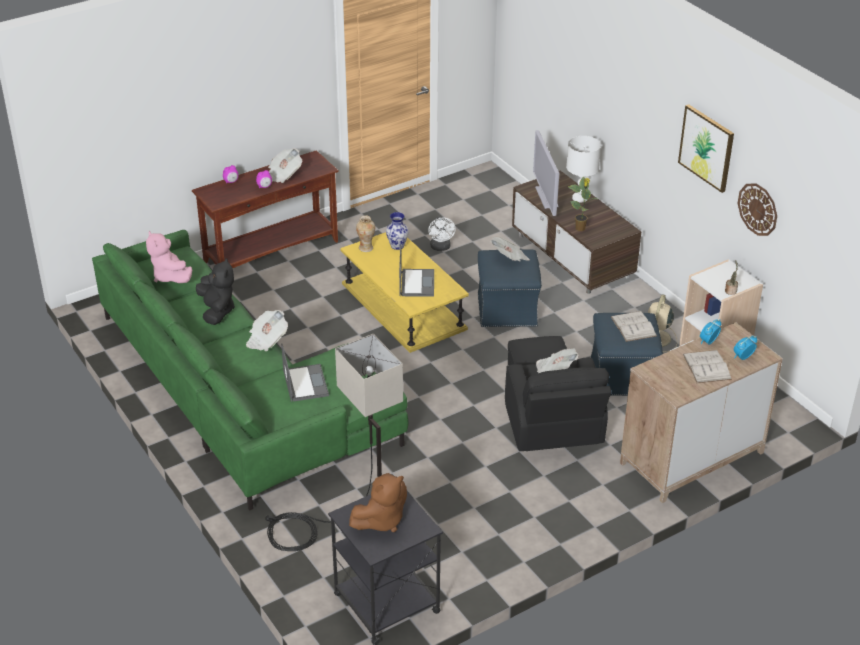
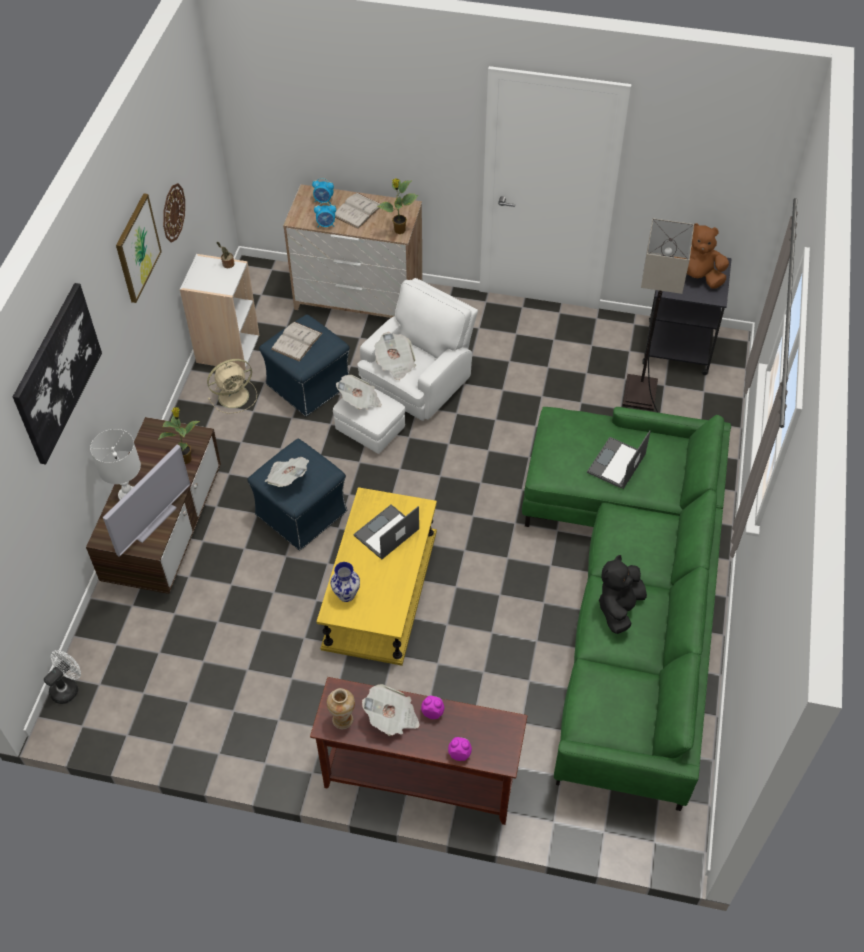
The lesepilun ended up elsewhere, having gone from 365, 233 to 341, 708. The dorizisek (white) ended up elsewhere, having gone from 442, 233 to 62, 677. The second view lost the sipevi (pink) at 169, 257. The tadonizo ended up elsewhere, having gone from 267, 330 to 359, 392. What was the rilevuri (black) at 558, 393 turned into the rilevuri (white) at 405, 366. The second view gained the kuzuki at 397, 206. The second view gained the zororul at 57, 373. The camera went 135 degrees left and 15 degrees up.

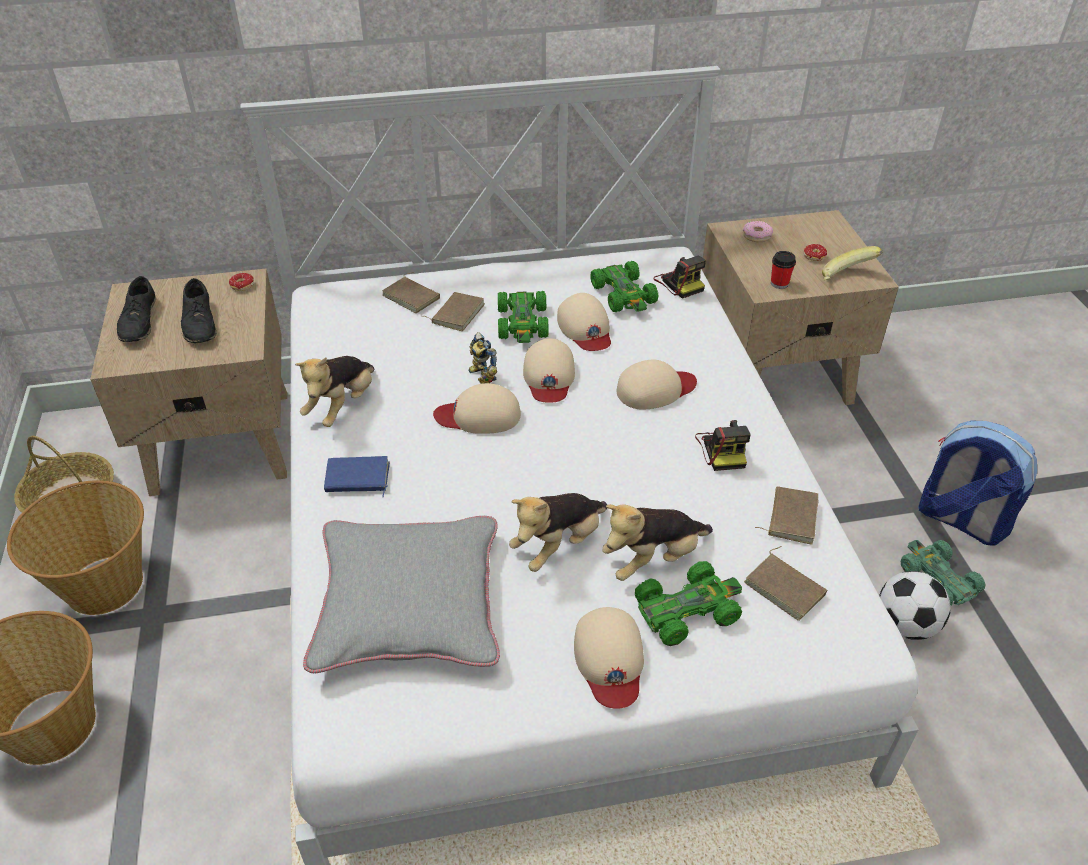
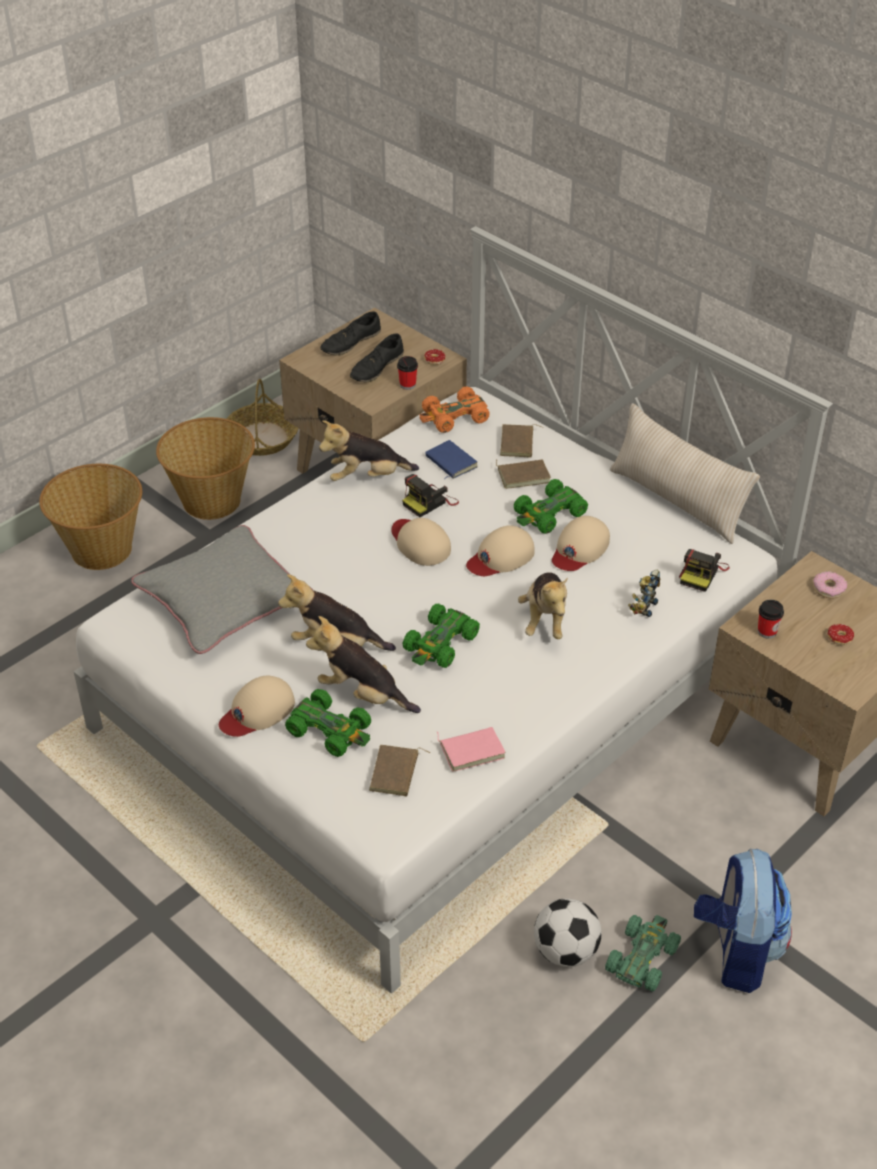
The second view lost the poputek at 852, 263. The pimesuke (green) ended up elsewhere, having gone from 624, 286 to 441, 636. The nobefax ended up elsewhere, having gone from 482, 358 to 644, 593. Where the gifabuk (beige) stood at 657, 385, the sipevi came to stand at 543, 605. The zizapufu ended up elsewhere, having gone from 723, 445 to 430, 495. The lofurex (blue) ended up elsewhere, having gone from 357, 476 to 451, 459. What was the lofurex (brown) at 787, 515 turned into the lofurex (pink) at 471, 749. The second view gained the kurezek at 407, 373. The second view gained the pimesuke (orange) at 454, 409. The second view gained the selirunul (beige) at 685, 473. The camera went 55 degrees right and 0 degrees up.

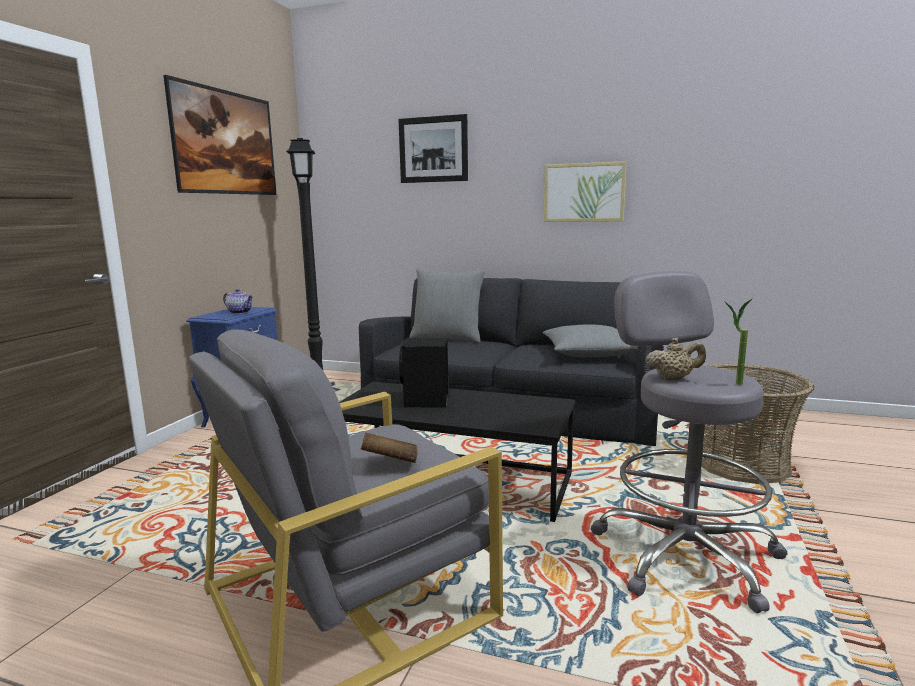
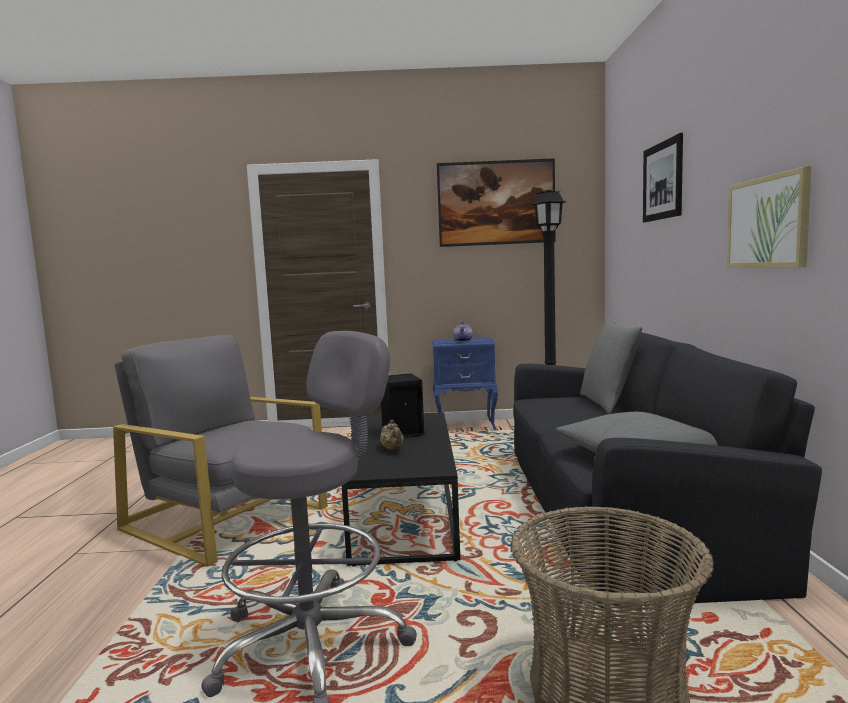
The second view lost the kuzuki at 738, 341. The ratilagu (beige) ended up elsewhere, having gone from 676, 359 to 392, 435. The second view lost the lofurex (brown) at 389, 448. The camera went 70 degrees right and 5 degrees down.

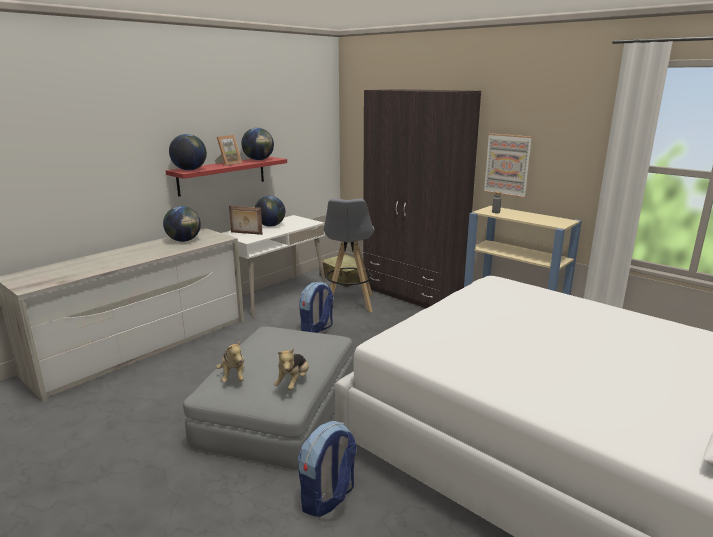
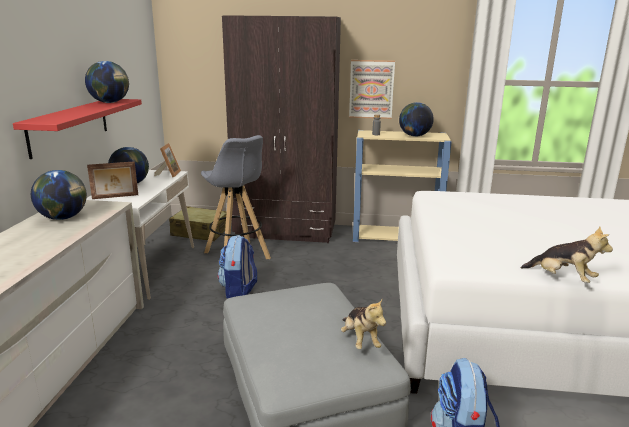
The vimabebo ended up elsewhere, having gone from 188, 152 to 416, 119. The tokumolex ended up elsewhere, having gone from 228, 150 to 167, 160. The sipevi ended up elsewhere, having gone from 230, 361 to 567, 254. The camera went 35 degrees left and 0 degrees up.

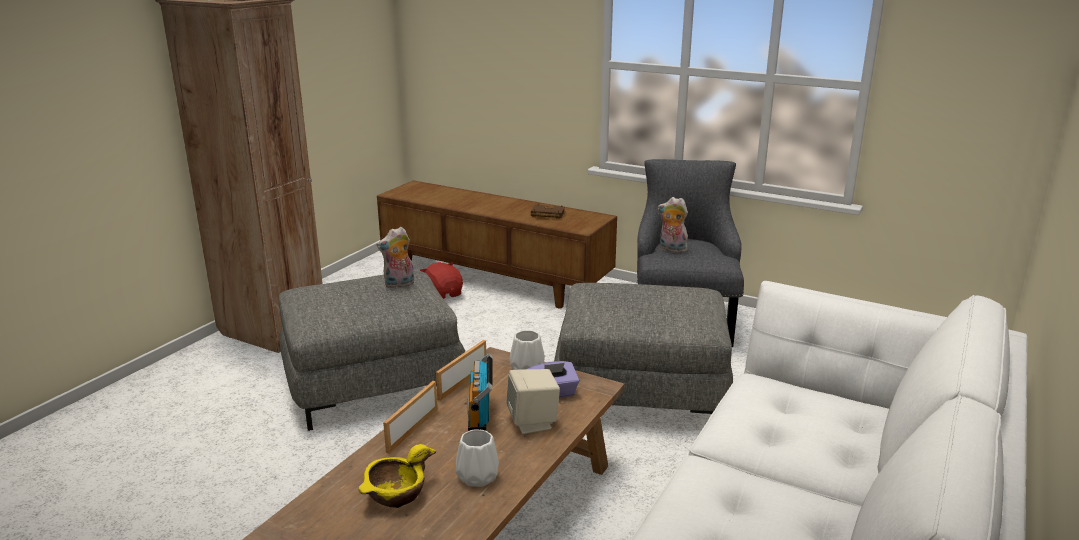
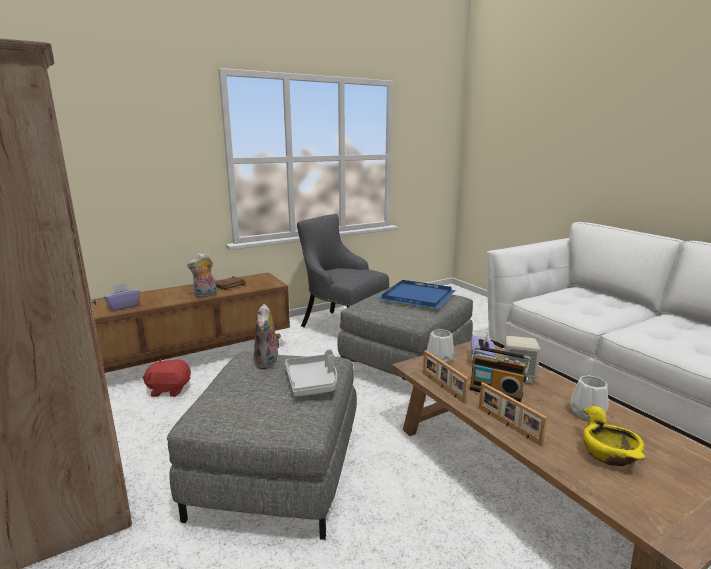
The sipevi ended up elsewhere, having gone from 673, 225 to 202, 274. The second view gained the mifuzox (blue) at 416, 295. The second view gained the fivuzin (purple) at 121, 297. The second view gained the mifuzox (grey) at 311, 373. The camera went 60 degrees left and 5 degrees down.

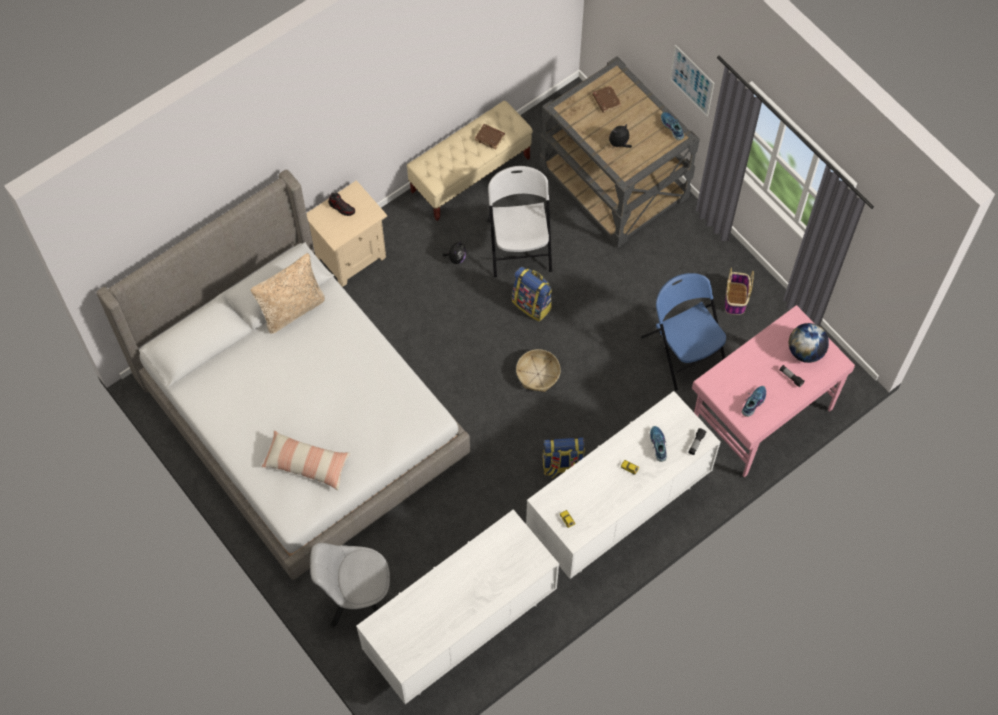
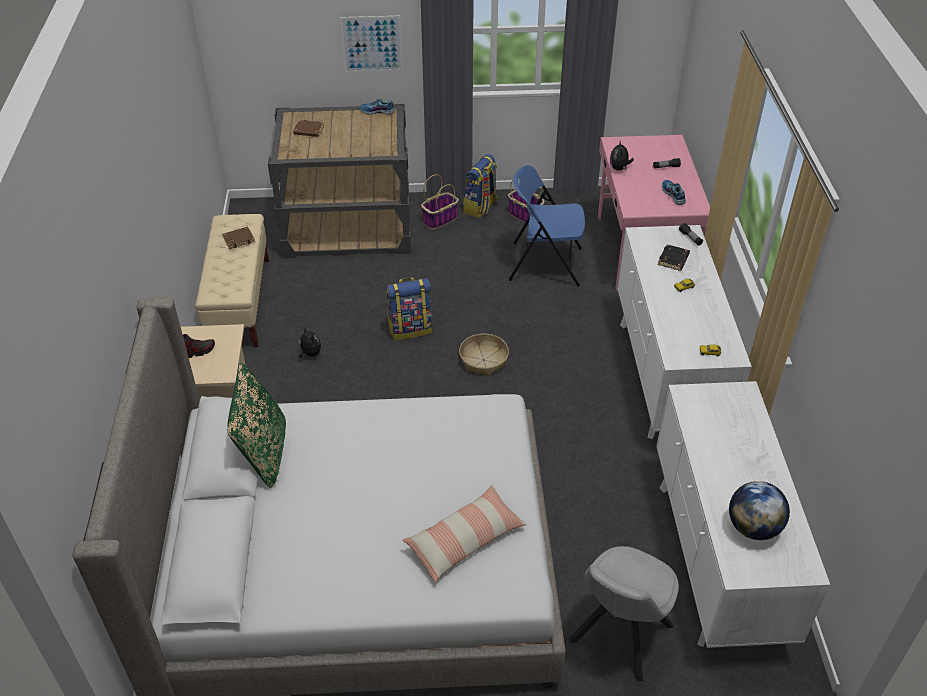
The sipevi ended up elsewhere, having gone from 620, 136 to 622, 156. The second view lost the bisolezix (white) at 519, 221. What was the selirunul (beige) at 288, 293 turned into the selirunul (green) at 256, 425. The vimabebo ended up elsewhere, having gone from 809, 343 to 759, 510. Where the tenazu stood at 658, 444, the lofurex (black) came to stand at 674, 257. The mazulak ended up elsewhere, having gone from 564, 457 to 480, 186. The second view gained the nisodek at 440, 202. The camera went 55 degrees left and 20 degrees down.

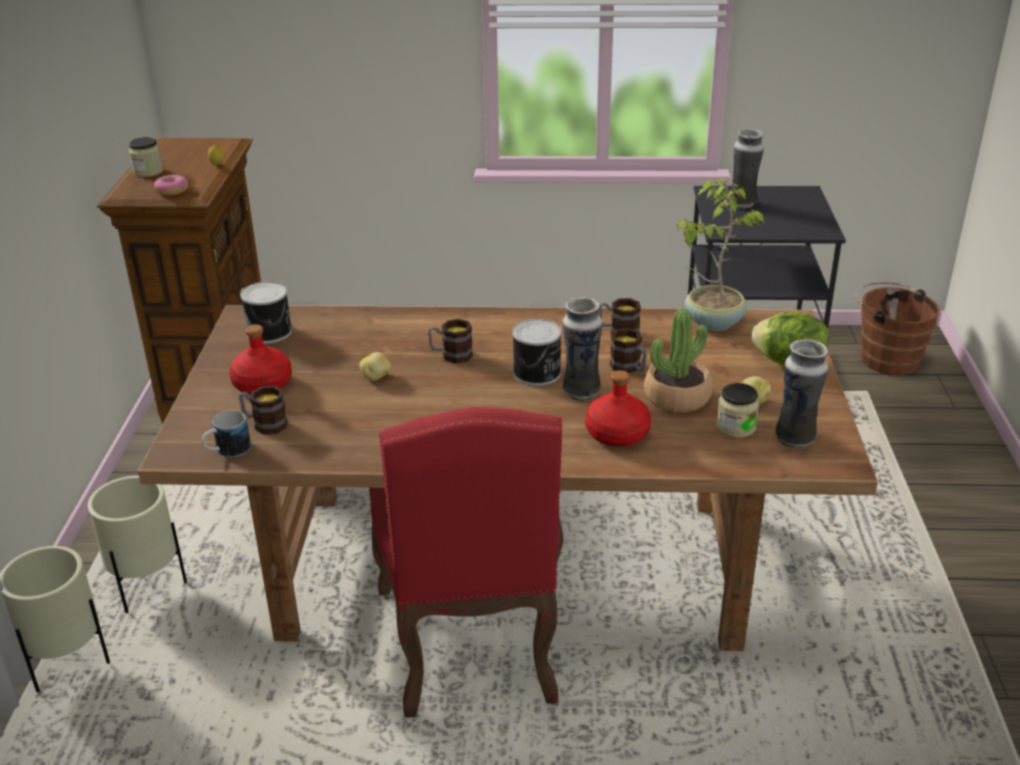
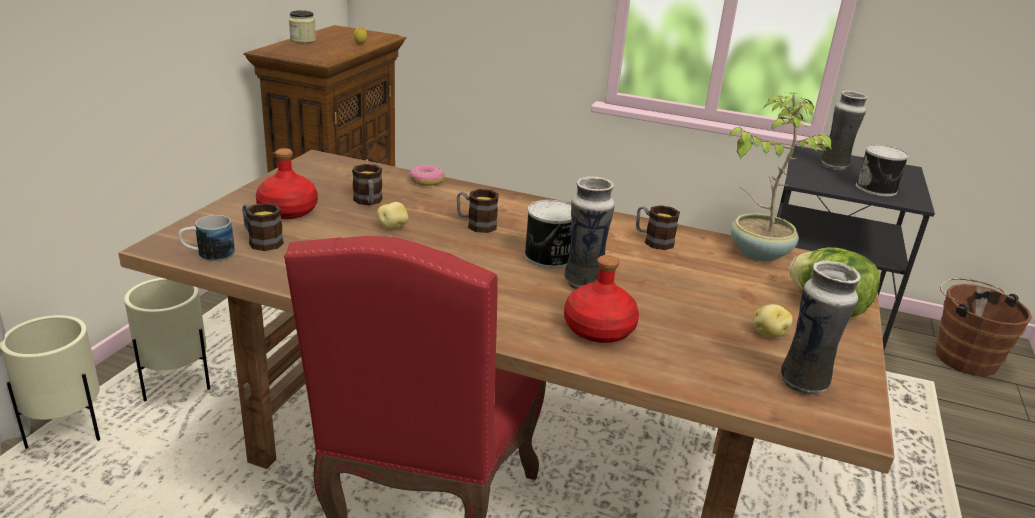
The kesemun ended up elsewhere, having gone from 171, 185 to 427, 175. The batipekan ended up elsewhere, having gone from 266, 312 to 882, 170. The second view lost the kuzuki at 678, 360. The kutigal ended up elsewhere, having gone from 628, 350 to 367, 184. The second view lost the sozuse at 737, 410. The camera went 15 degrees right and 5 degrees down.

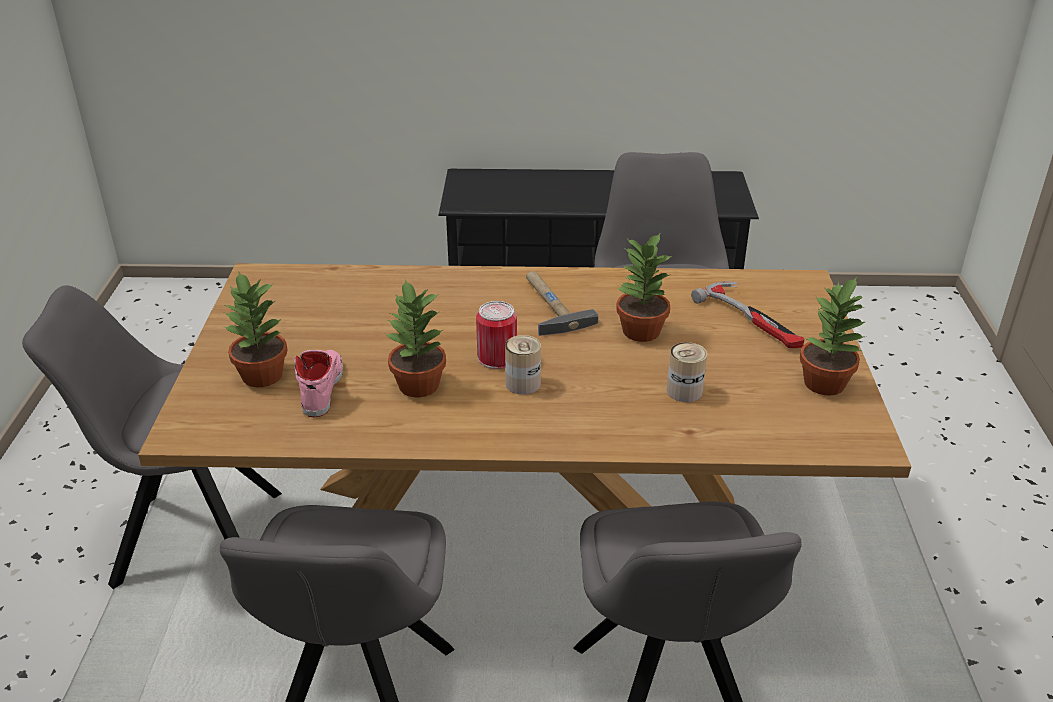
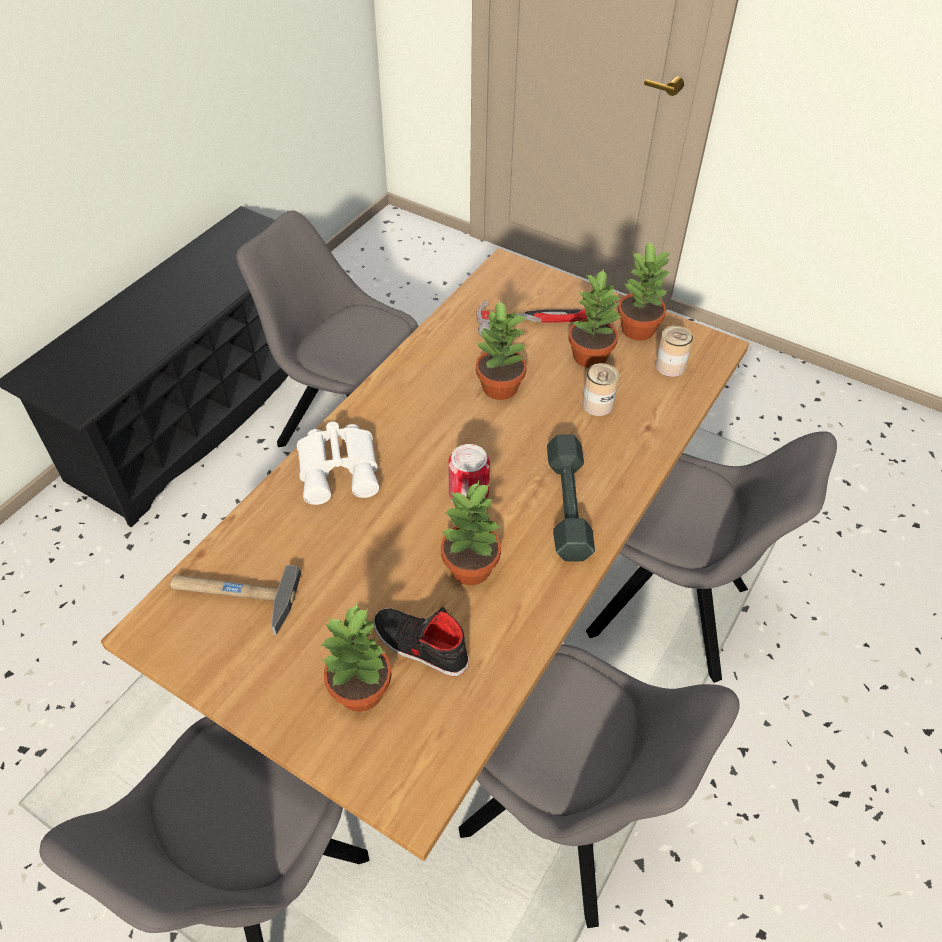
The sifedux ended up elsewhere, having gone from 562, 303 to 235, 600. The batipekan ended up elsewhere, having gone from 523, 365 to 674, 351. What was the tenazu (pink) at 317, 383 turned into the tenazu (black) at 421, 641. The second view gained the kuzuki at 595, 318. The second view gained the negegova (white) at 338, 463. The second view gained the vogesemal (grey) at 571, 498. The camera went 60 degrees left and 15 degrees up.

